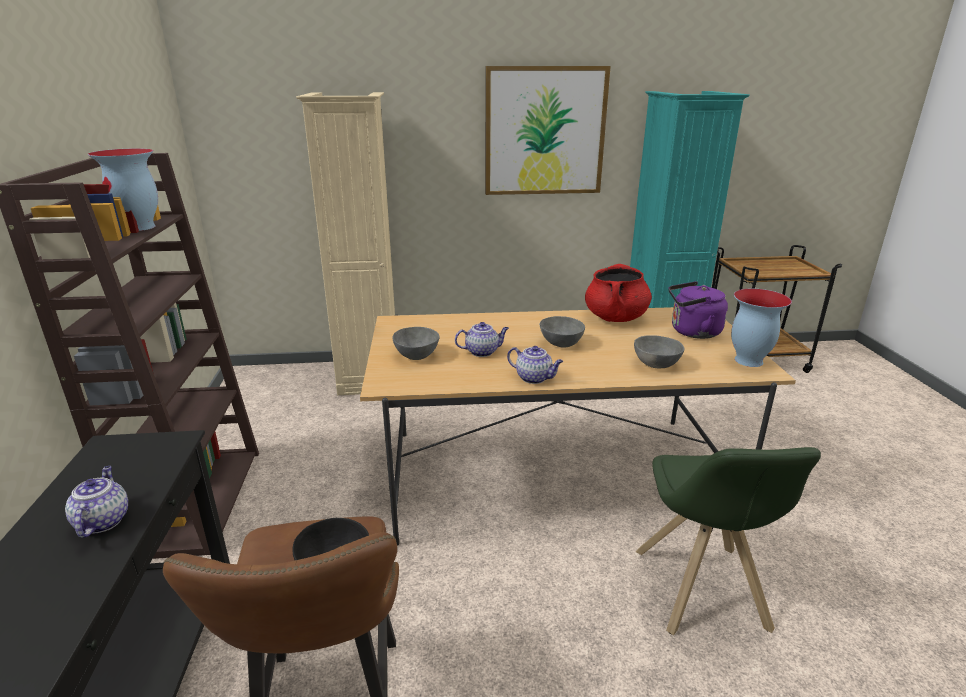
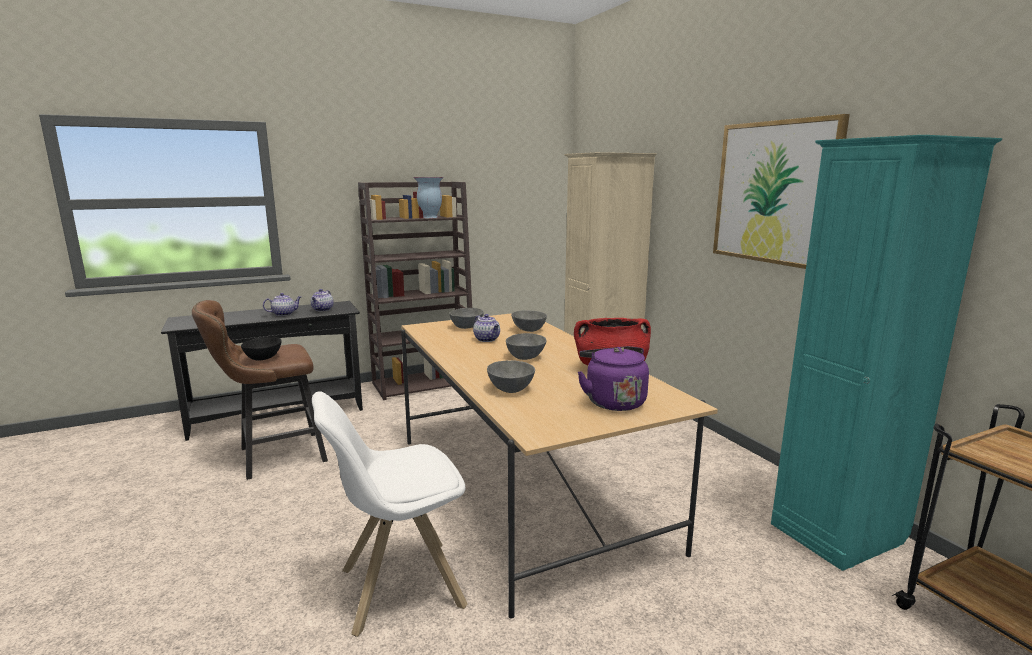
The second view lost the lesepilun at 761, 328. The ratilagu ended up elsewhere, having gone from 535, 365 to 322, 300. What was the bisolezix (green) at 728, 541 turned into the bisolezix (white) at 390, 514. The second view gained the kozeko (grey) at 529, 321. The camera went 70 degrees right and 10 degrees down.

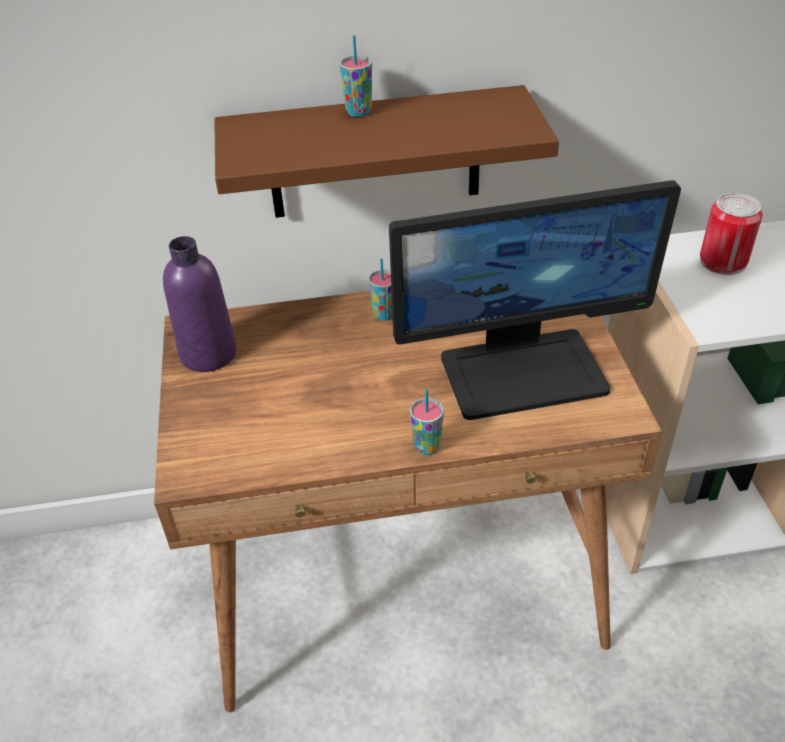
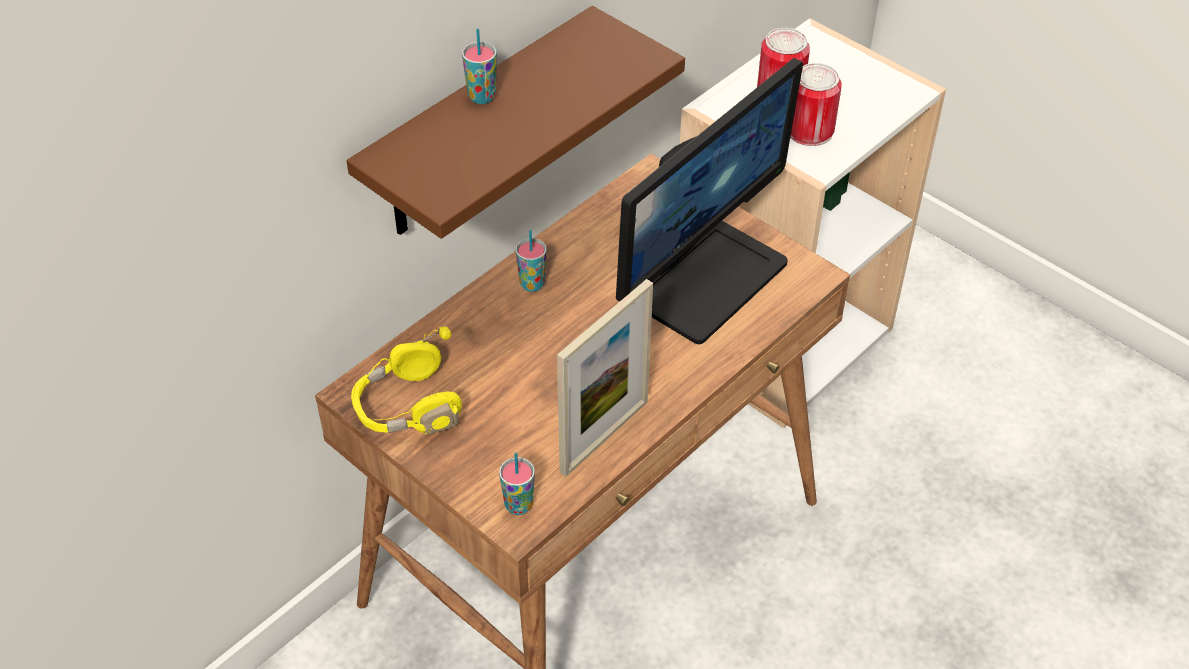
Where the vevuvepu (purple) stood at 200, 304, the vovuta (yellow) came to stand at 406, 380. The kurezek ended up elsewhere, having gone from 427, 422 to 517, 483. The second view gained the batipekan at 816, 104. The second view gained the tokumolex at 605, 378. The camera went 40 degrees left and 5 degrees up.

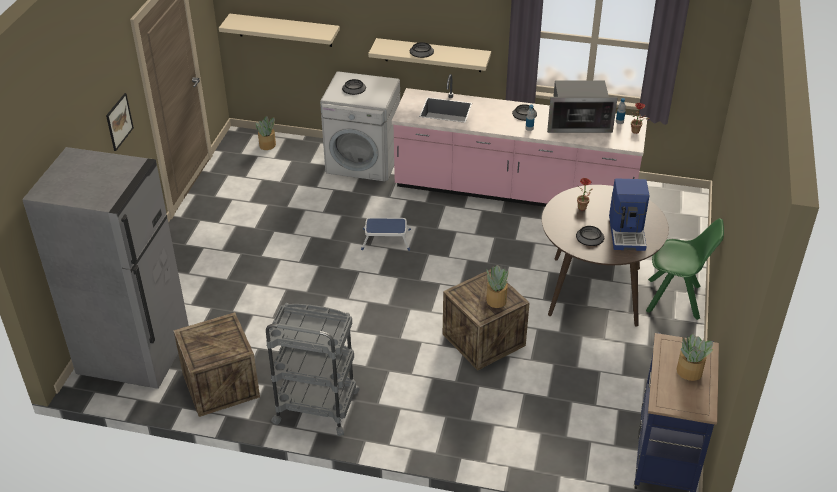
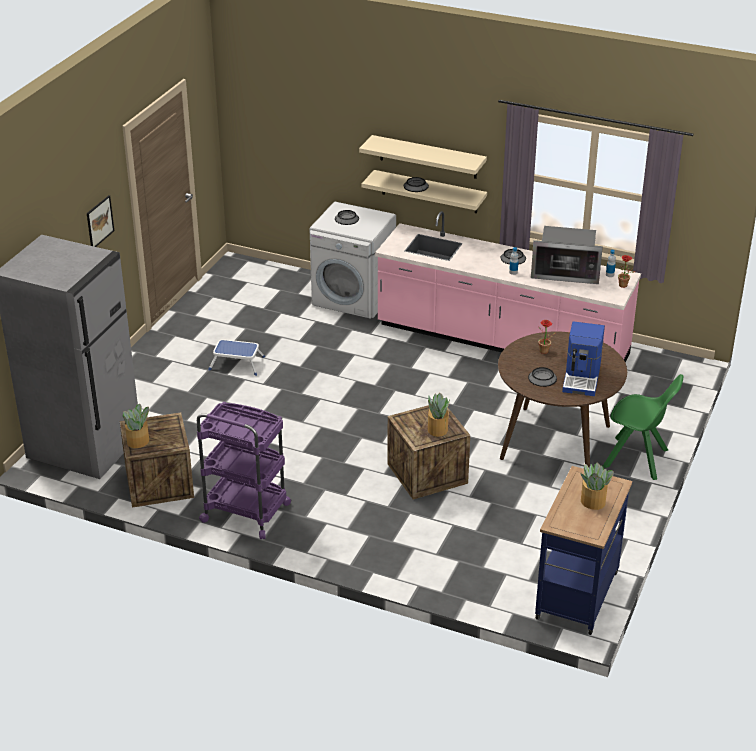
The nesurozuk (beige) ended up elsewhere, having gone from 279, 30 to 423, 157. The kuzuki ended up elsewhere, having gone from 266, 133 to 136, 426. The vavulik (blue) ended up elsewhere, having gone from 386, 234 to 236, 357. What was the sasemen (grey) at 313, 369 turned into the sasemen (purple) at 244, 470. The camera went 10 degrees right and 5 degrees down.

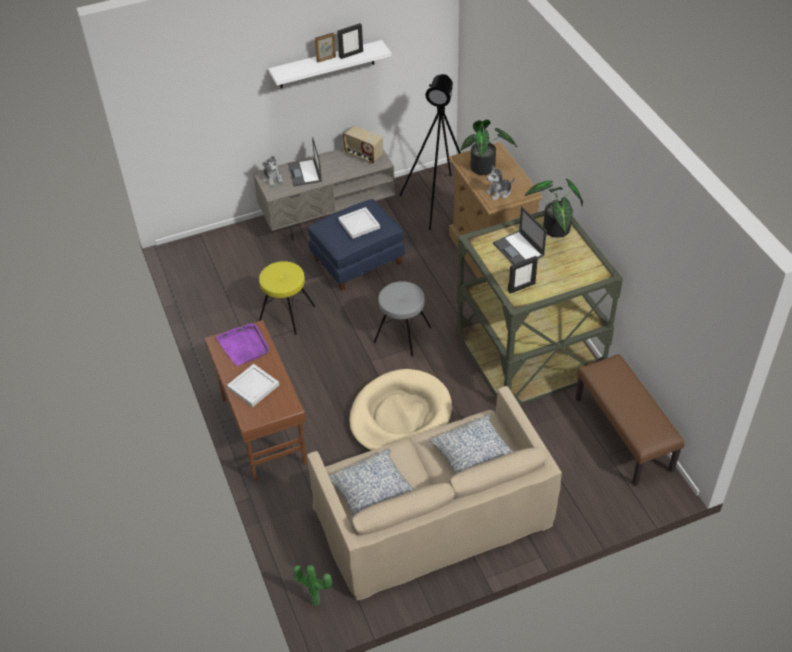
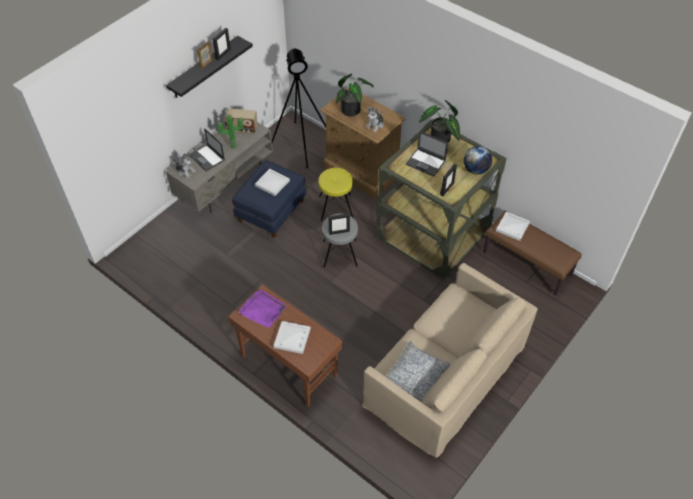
What was the nesurozuk (white) at 330, 64 turned into the nesurozuk (black) at 209, 67. The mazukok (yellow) ended up elsewhere, having gone from 287, 298 to 335, 194. The second view lost the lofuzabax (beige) at 400, 410. The second view lost the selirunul at 471, 444. The kuzuki ended up elsewhere, having gone from 312, 585 to 230, 132. The second view gained the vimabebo at 478, 160. The second view gained the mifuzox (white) at 513, 226. The second view gained the tokumolex at 339, 224. The camera went 30 degrees left and 5 degrees up.

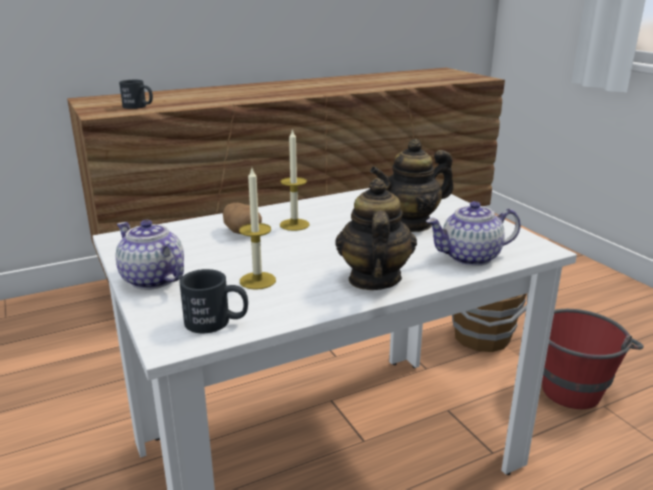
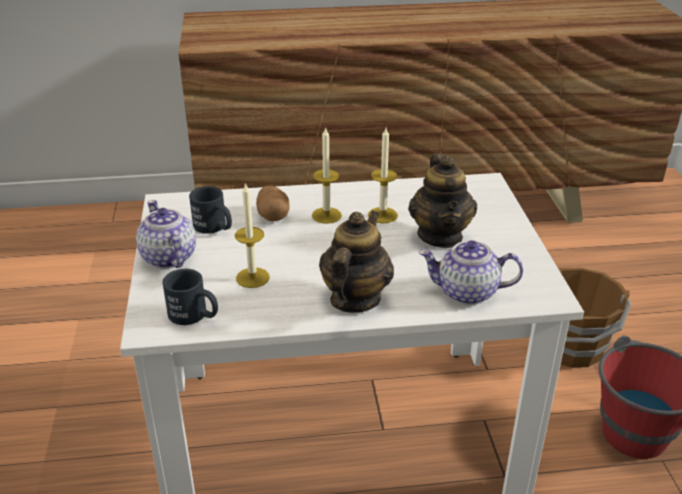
The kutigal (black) ended up elsewhere, having gone from 136, 94 to 210, 210. The ratilagu at 412, 185 ended up facing another way, 90 degrees counterclockwise from before. The second view gained the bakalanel at 383, 175. The camera went 20 degrees right and 10 degrees up.

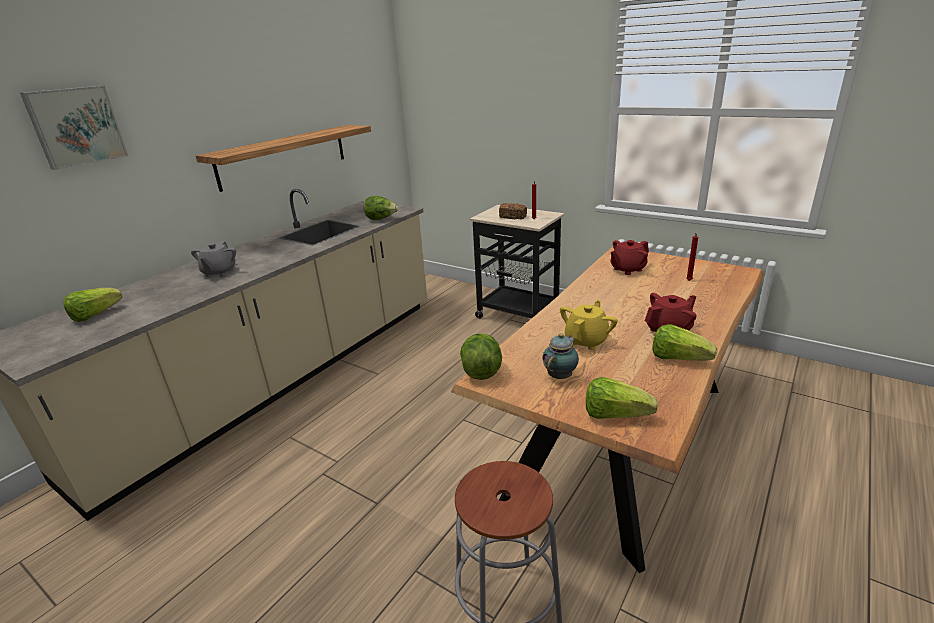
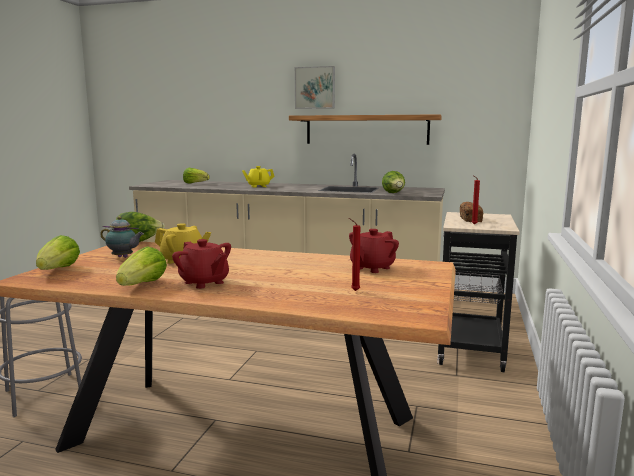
The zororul ended up elsewhere, having gone from 74, 128 to 315, 87. The ratilagu (red) at 630, 257 ended up facing another way, 90 degrees counterclockwise from before. What was the ratilagu (grey) at 213, 259 turned into the ratilagu (yellow) at 258, 177. The camera went 70 degrees right and 15 degrees down.

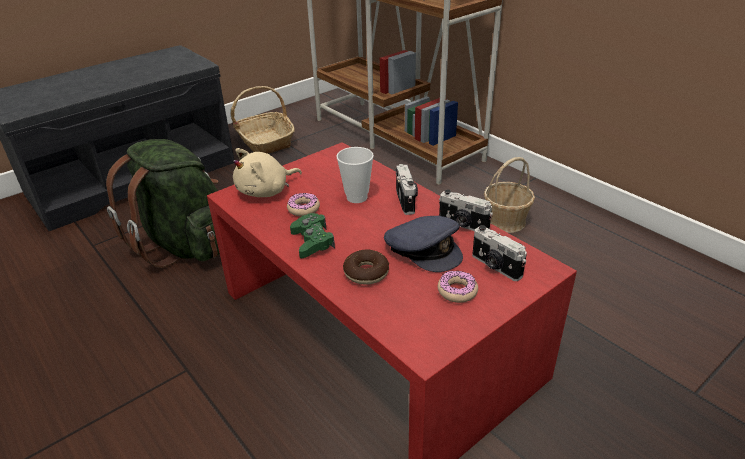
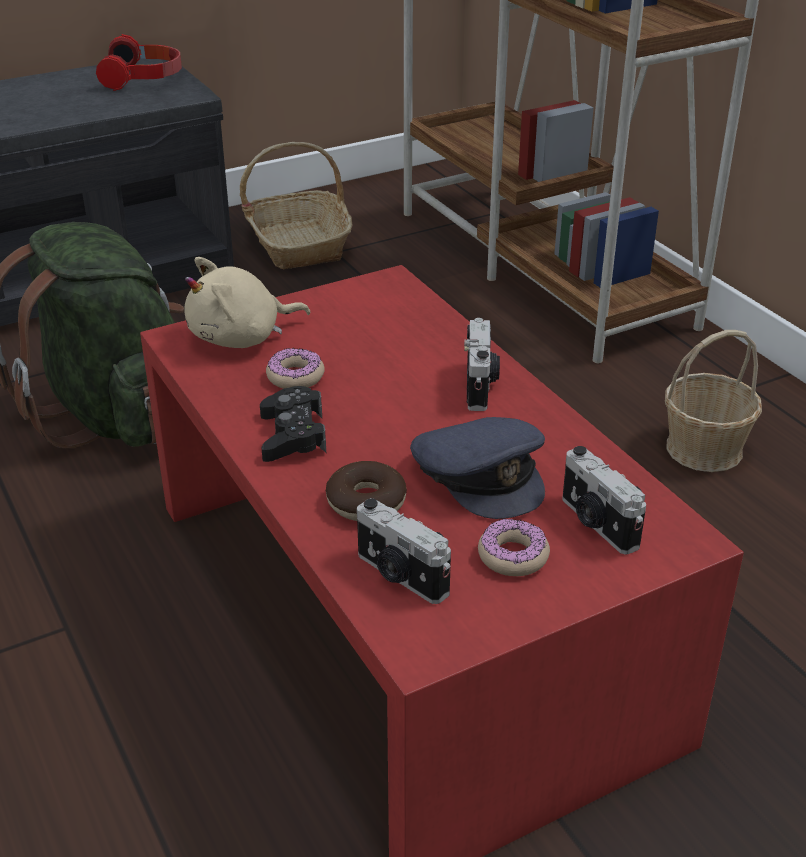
The second view lost the kurezek at 355, 175. The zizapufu ended up elsewhere, having gone from 466, 210 to 404, 551. What was the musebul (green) at 312, 235 turned into the musebul (black) at 293, 424. The second view gained the vovuta at 139, 62. The camera went 10 degrees right and 0 degrees up.

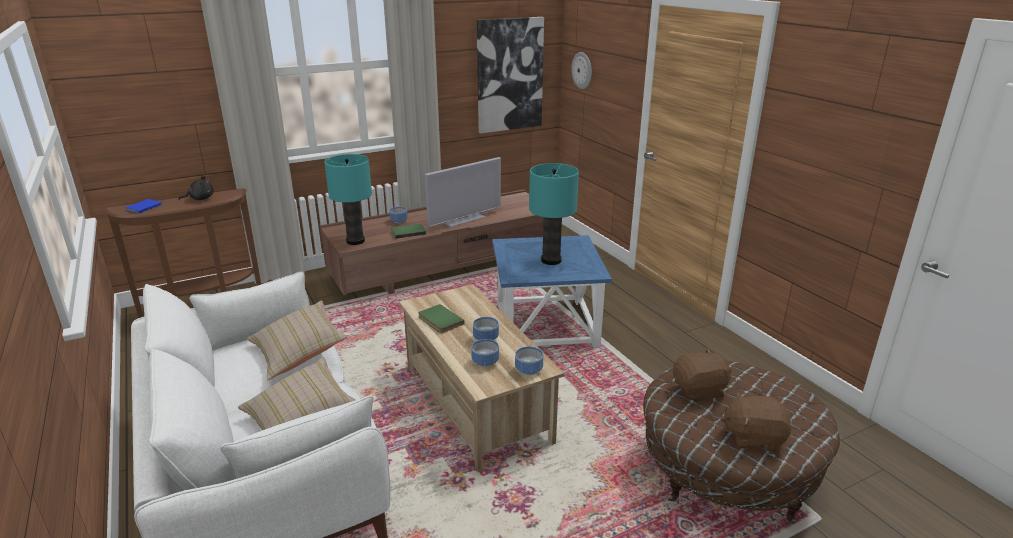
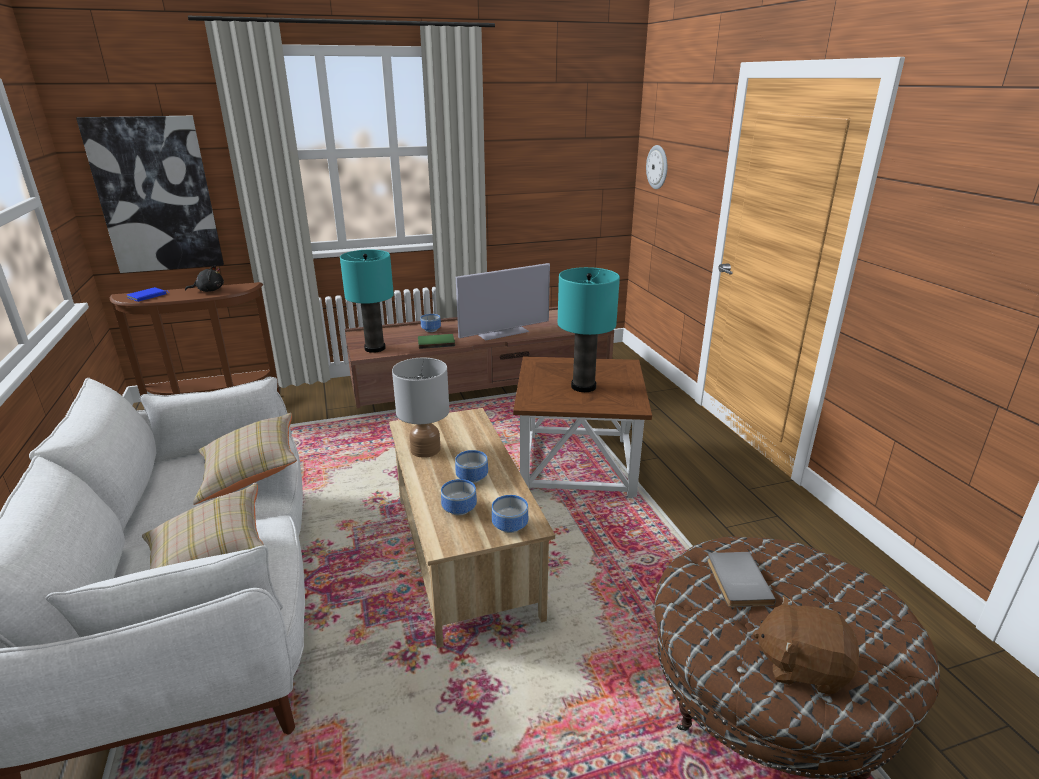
The zororul ended up elsewhere, having gone from 510, 75 to 150, 194. What was the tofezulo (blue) at 552, 291 turned into the tofezulo (brown) at 582, 426. Where the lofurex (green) stood at 441, 318, the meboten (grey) came to stand at 421, 408. Where the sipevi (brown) stood at 702, 375, the lofurex (grey) came to stand at 741, 579. The camera went 10 degrees right and 0 degrees up.

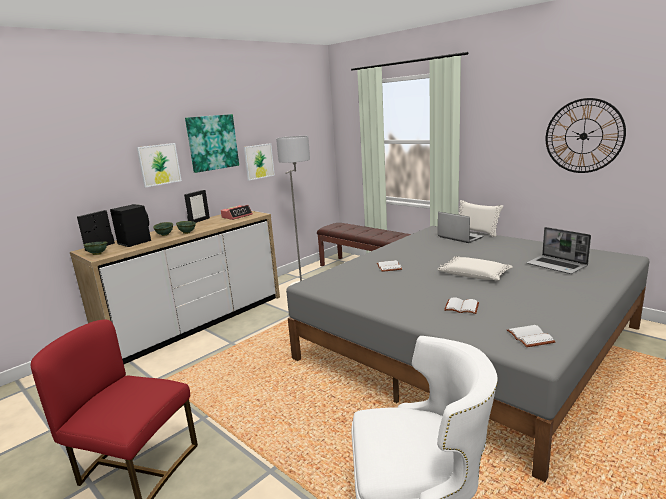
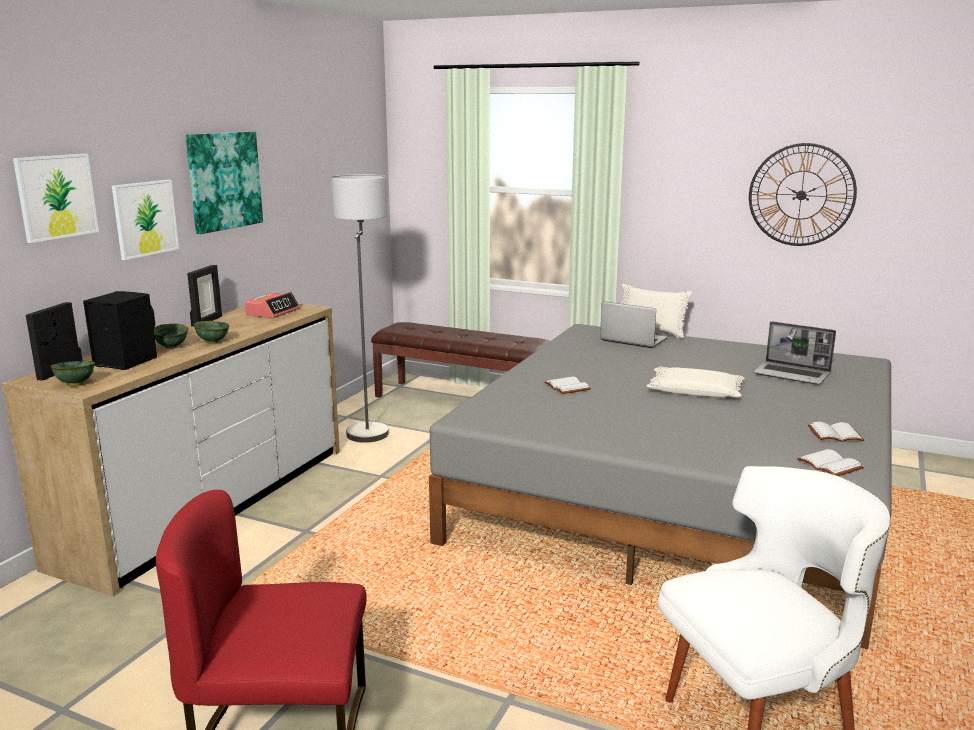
The zororul ended up elsewhere, having gone from 259, 162 to 56, 198. The lofurex (white) ended up elsewhere, having gone from 461, 305 to 836, 432. The camera went 20 degrees left and 0 degrees up.

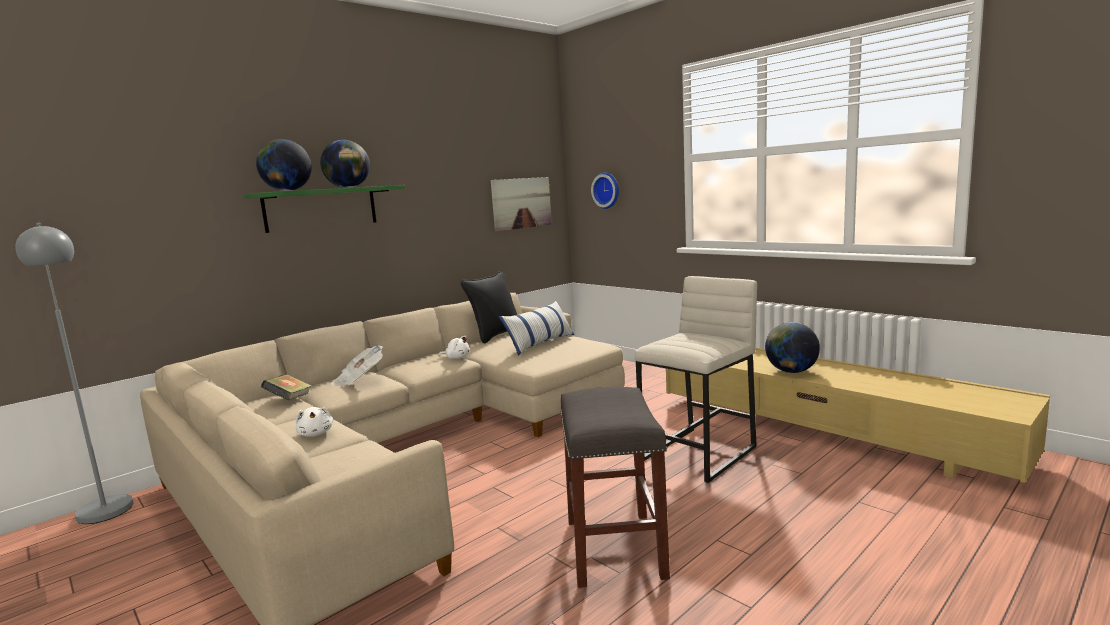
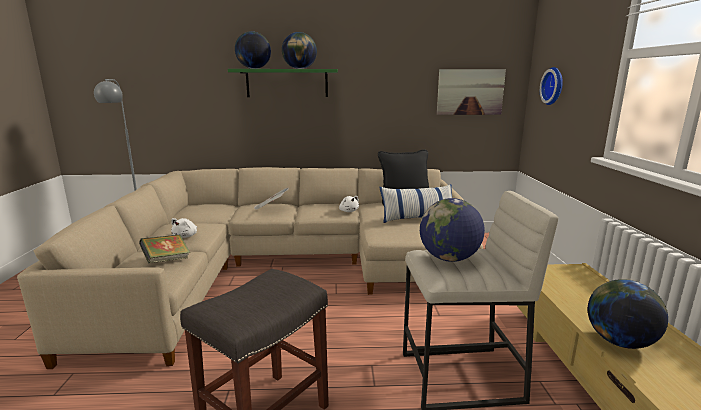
The lofurex ended up elsewhere, having gone from 286, 387 to 164, 249. The second view gained the vimabebo at 452, 230. The camera went 40 degrees right and 5 degrees up.

